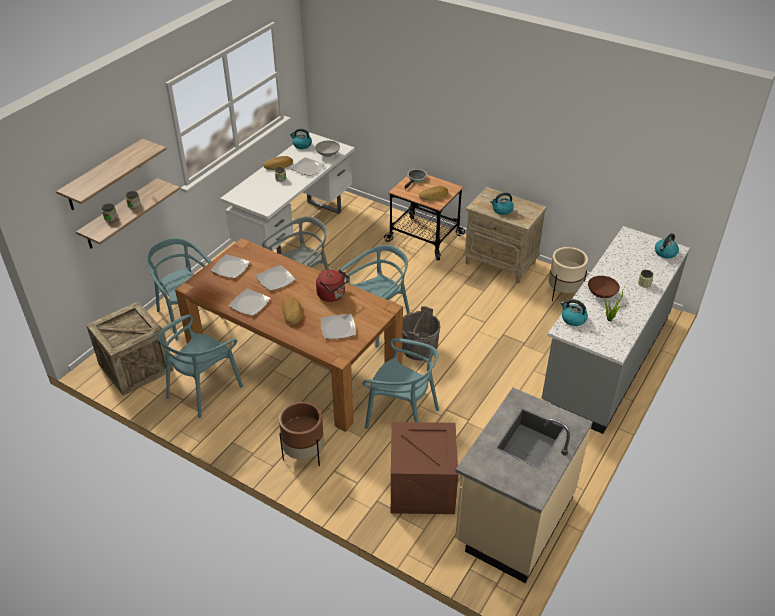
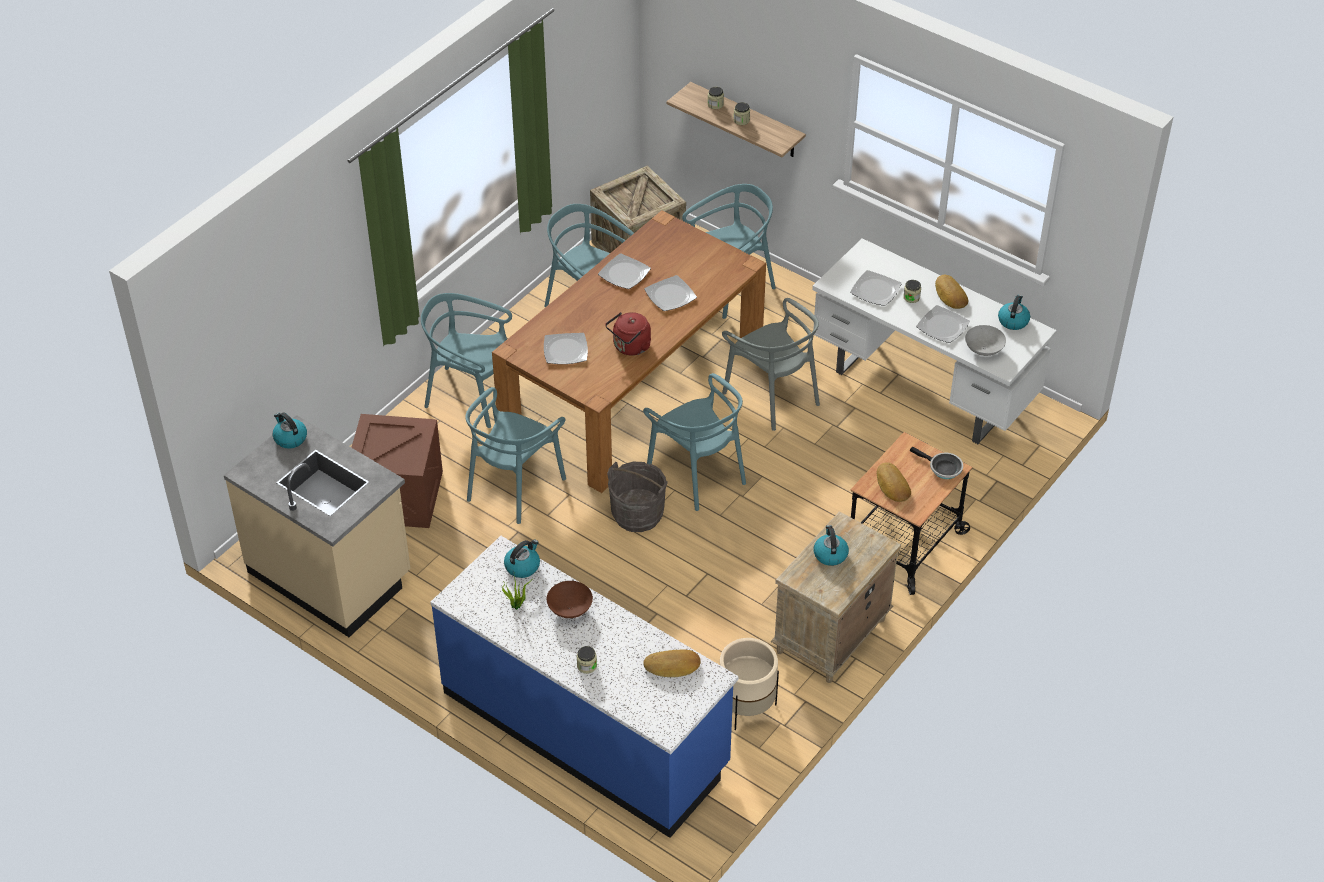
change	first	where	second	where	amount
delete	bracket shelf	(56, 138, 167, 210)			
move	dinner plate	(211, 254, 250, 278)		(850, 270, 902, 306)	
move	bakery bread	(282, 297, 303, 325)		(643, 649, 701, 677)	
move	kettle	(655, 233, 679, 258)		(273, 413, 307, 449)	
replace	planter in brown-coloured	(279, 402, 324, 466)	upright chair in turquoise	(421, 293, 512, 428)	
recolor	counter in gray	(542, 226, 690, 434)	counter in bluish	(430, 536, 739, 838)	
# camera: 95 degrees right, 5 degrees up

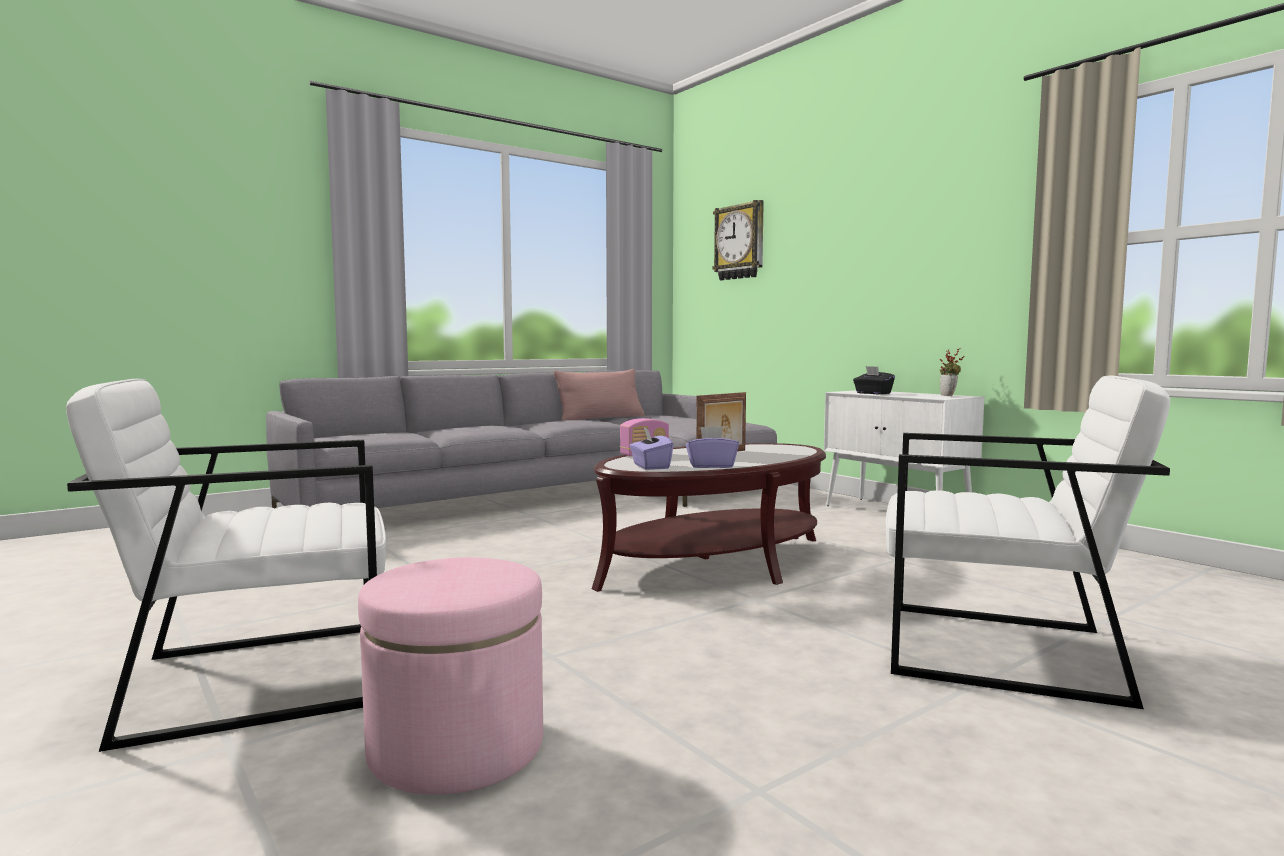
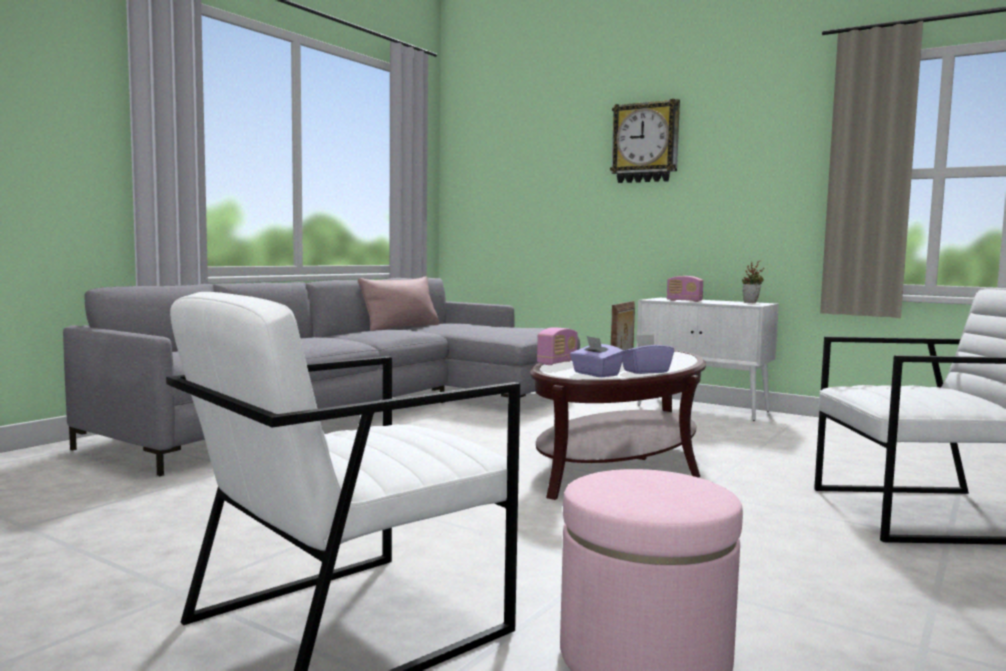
change	first	where	second	where	amount
move	hanging clock	(712, 200, 764, 280)		(610, 99, 680, 183)	
replace	tissue box in blackish	(853, 366, 895, 394)	radio	(667, 276, 703, 302)	
# camera: 20 degrees left, 0 degrees up

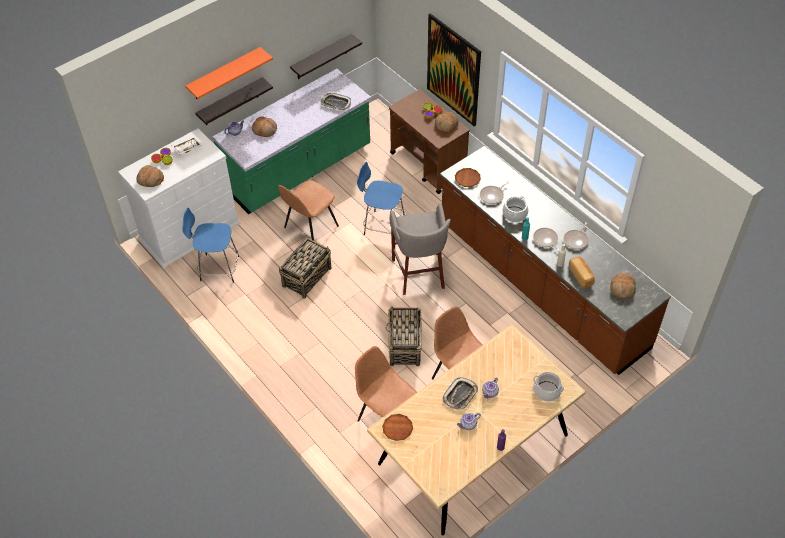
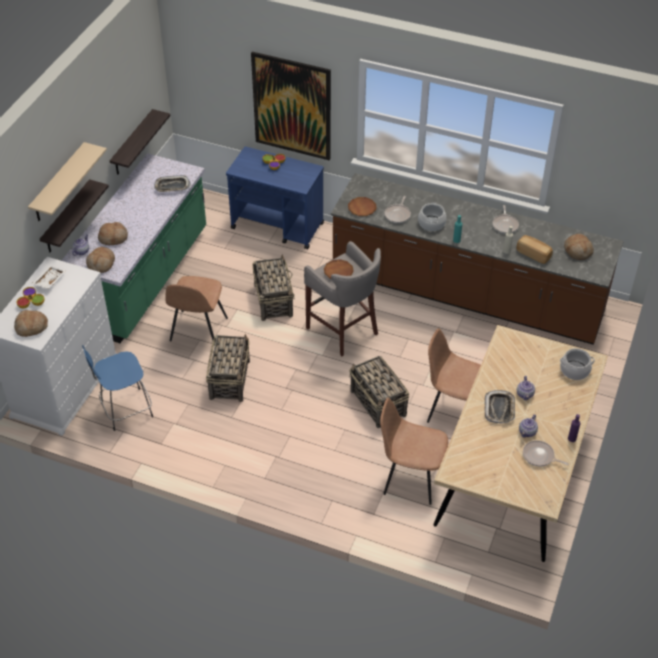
change	first	where	second	where	amount
move	dinner plate in brown-coloured	(382, 414, 413, 441)		(324, 259, 354, 279)	
move	bakery bread	(435, 112, 459, 133)		(86, 247, 115, 273)	
move	skillet	(533, 228, 559, 251)		(523, 440, 569, 466)	
replace	stool in bluish	(357, 162, 406, 235)	storage basket	(252, 255, 295, 321)	
recolor	bracket shelf in orangey	(185, 47, 273, 99)	bracket shelf in beige	(28, 142, 107, 221)	
recolor	trolley in brown-coloured	(389, 89, 470, 194)	trolley in bluish	(226, 147, 324, 249)	
# camera: 30 degrees left, 5 degrees down

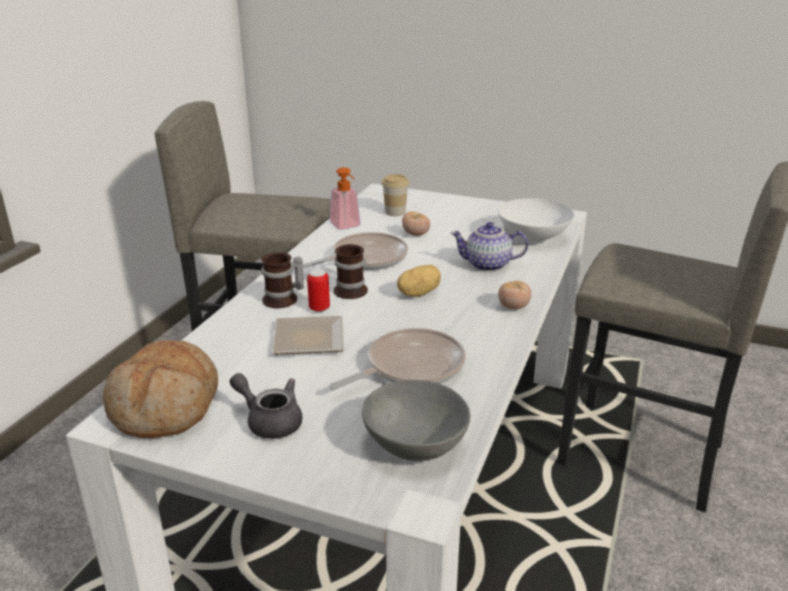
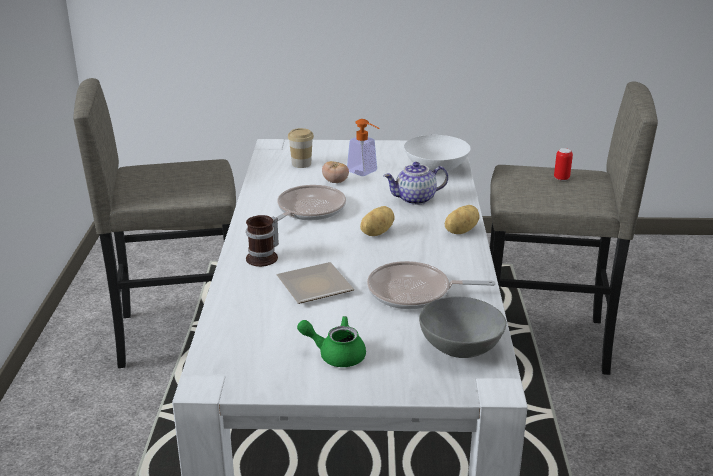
change	first	where	second	where	amount
delete	bakery bread	(103, 340, 218, 438)			
delete	mug	(334, 244, 368, 299)			
move	can	(307, 269, 330, 312)		(554, 148, 573, 181)	
move	liquid soap bottle	(330, 167, 361, 230)		(347, 119, 380, 176)	
replace	fresh tomato	(498, 281, 532, 310)	whole potato	(445, 205, 480, 234)	
recolor	teapot in gray	(230, 373, 302, 439)	teapot in green	(297, 316, 366, 367)	
rotate	skillet	(329, 328, 466, 390)		(367, 261, 496, 310)	120 degrees counterclockwise
# camera: 20 degrees left, 0 degrees up

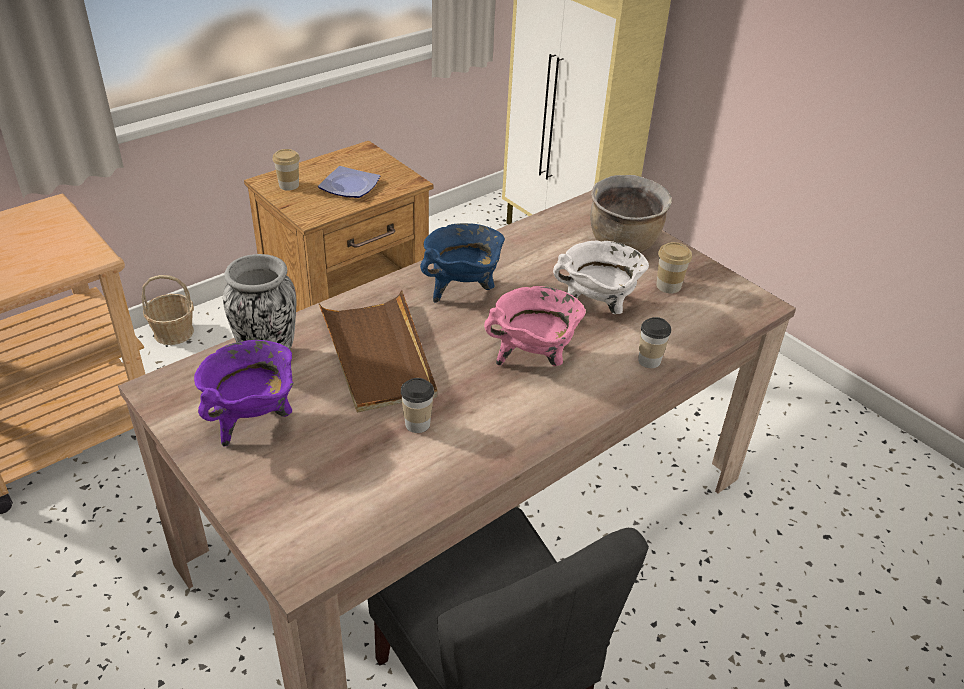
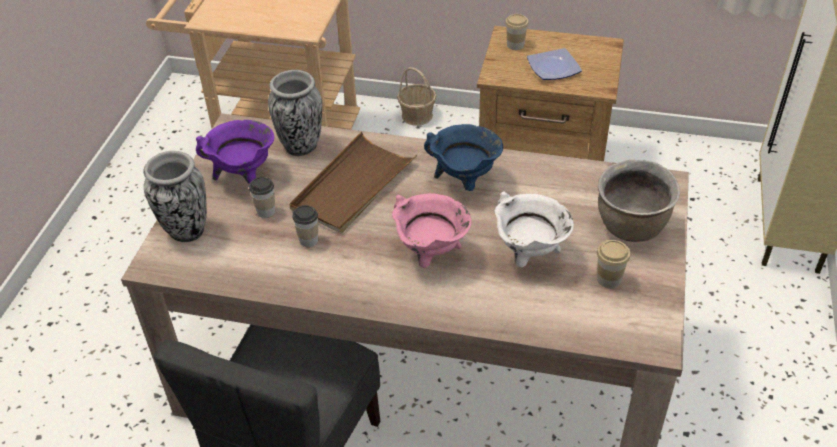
change	first	where	second	where	amount
insert			decorative vase	(143, 151, 207, 242)	
move	cup	(638, 317, 671, 368)		(249, 177, 275, 218)	
# camera: 55 degrees right, 5 degrees up

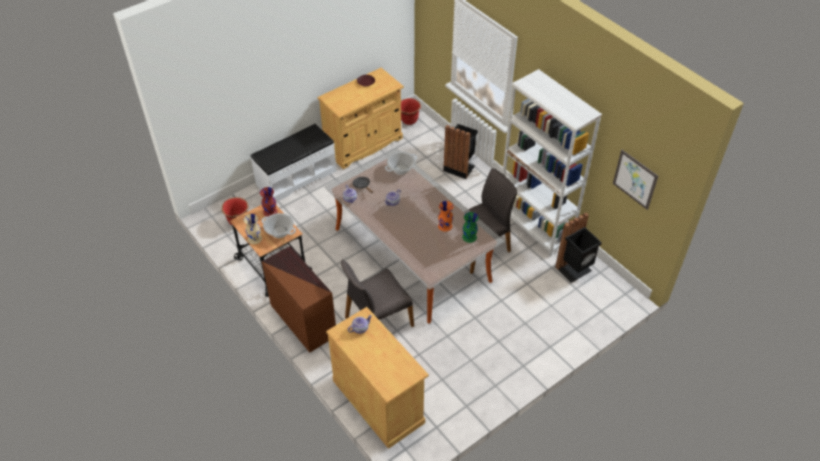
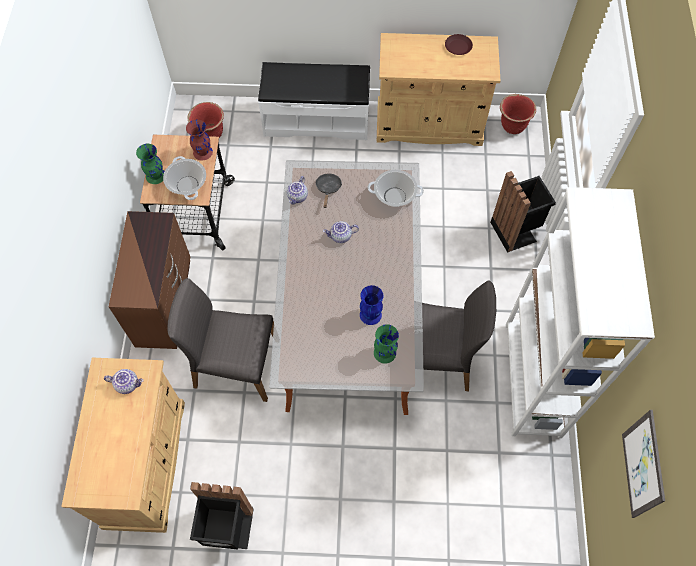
change	first	where	second	where	amount
move	waste bin in blackish	(555, 213, 602, 283)		(190, 482, 254, 550)	
recolor	decorative vase in beige	(243, 214, 262, 244)	decorative vase in green	(136, 144, 165, 184)	
recolor	decorative vase in orangey	(438, 201, 453, 232)	decorative vase in bluish	(360, 285, 383, 325)	
# camera: 40 degrees right, 15 degrees up

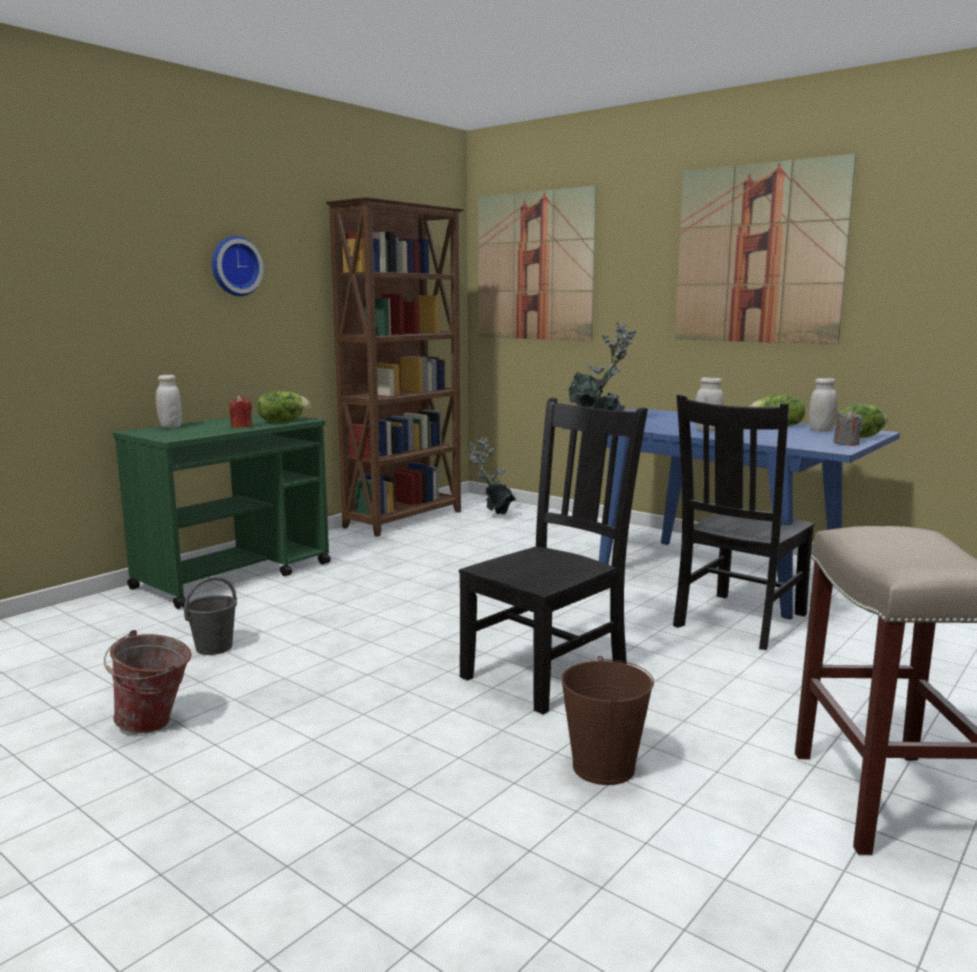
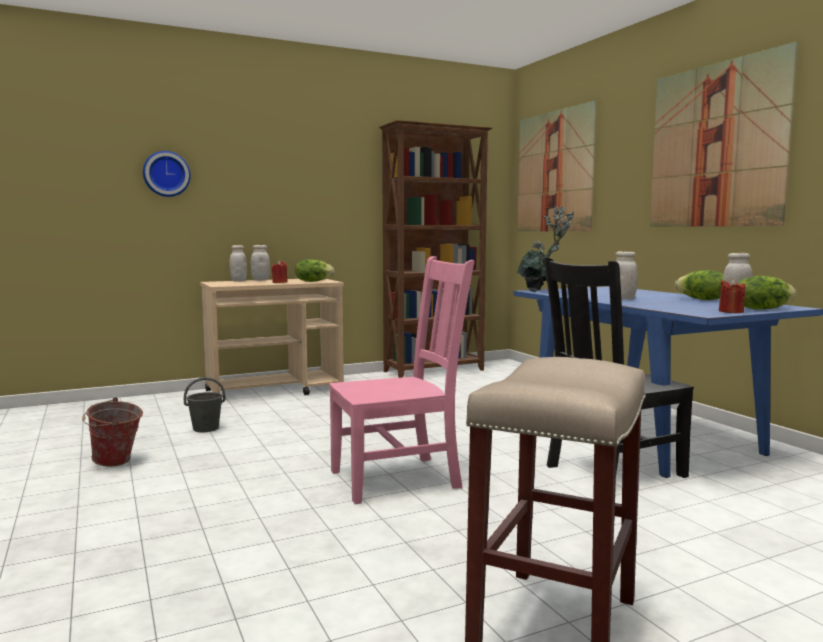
change	first	where	second	where	amount
delete	houseplant	(468, 437, 516, 515)			
delete	water bucket in brown-coloured	(561, 656, 654, 785)			
insert			jar in white-coloured	(251, 245, 270, 281)	
move	hanging clock	(212, 236, 264, 296)		(143, 151, 191, 197)	
recolor	trolley in green	(113, 414, 331, 609)	trolley in beige	(200, 279, 344, 404)	
recolor	upright chair in blackish	(459, 398, 648, 715)	upright chair in pink	(329, 256, 475, 504)	
recolor	wax light in gray	(833, 410, 863, 446)	wax light in red-coloured	(719, 278, 745, 313)	
# camera: 25 degrees right, 5 degrees down

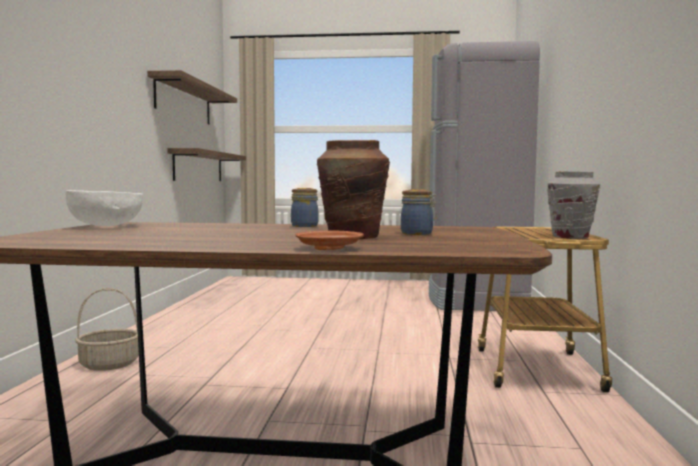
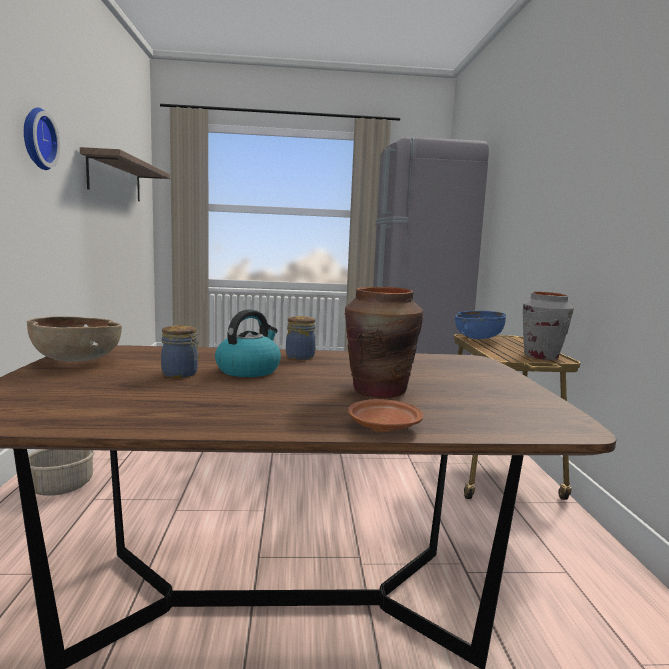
change	first	where	second	where	amount
delete	bracket shelf	(167, 148, 246, 181)			
insert			hanging clock	(24, 107, 60, 170)	
insert			kettle	(215, 309, 281, 377)	
insert			bowl in bluish	(455, 311, 506, 339)	
move	jar	(401, 189, 436, 235)		(161, 325, 199, 378)	
recolor	bowl in white-coloured	(65, 190, 143, 226)	bowl in brown-coloured	(27, 316, 122, 362)	
# camera: 10 degrees left, 5 degrees up

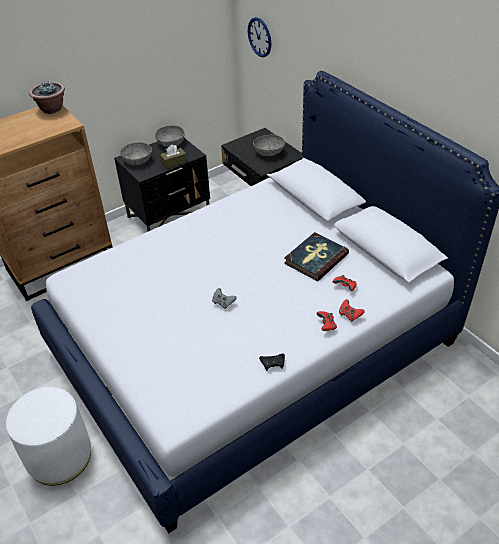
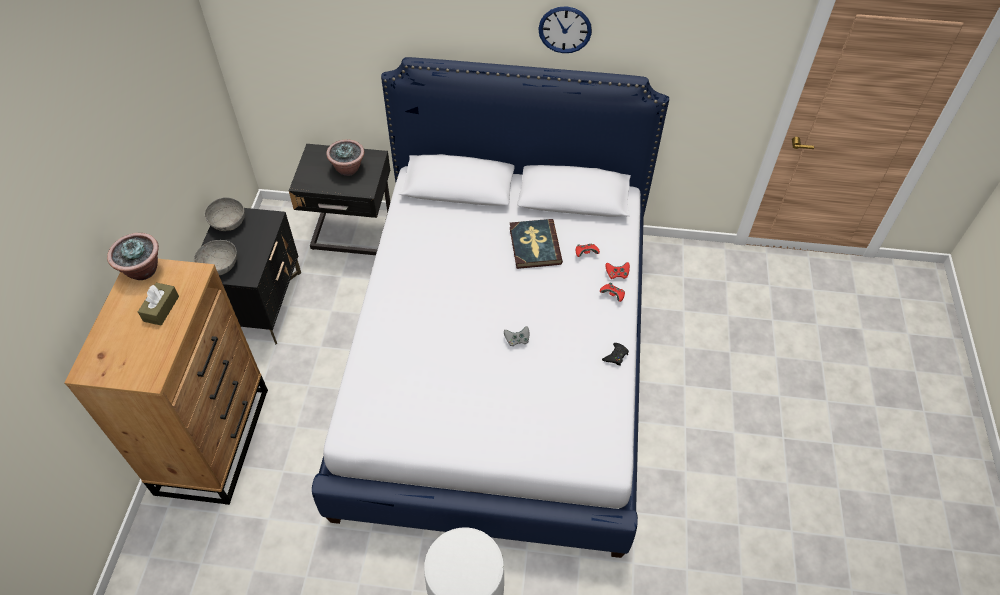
change	first	where	second	where	amount
move	tissue box in brown-coloured	(160, 145, 187, 168)		(138, 283, 179, 325)	
move	hanging clock	(248, 17, 271, 57)		(538, 6, 592, 53)	
replace	bowl in gray	(253, 135, 285, 156)	houseplant	(326, 139, 364, 176)	
# camera: 50 degrees left, 10 degrees up

